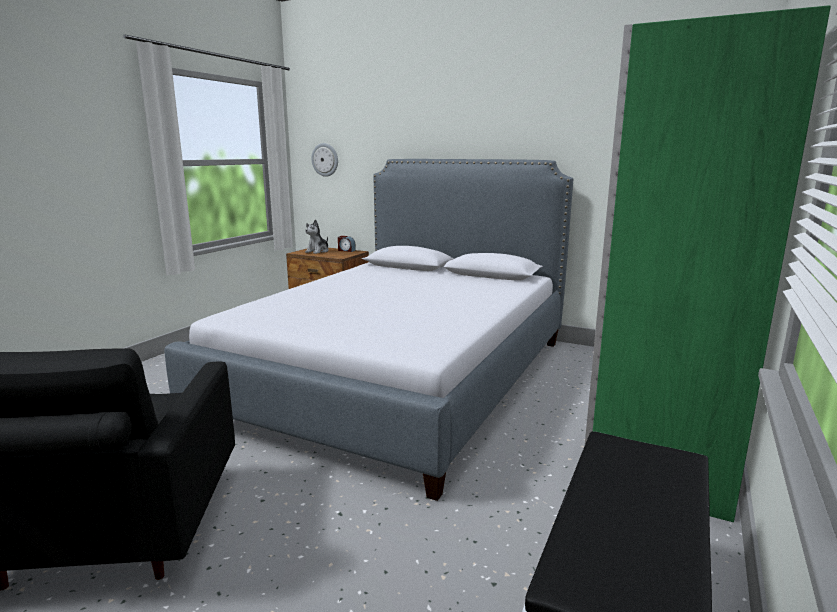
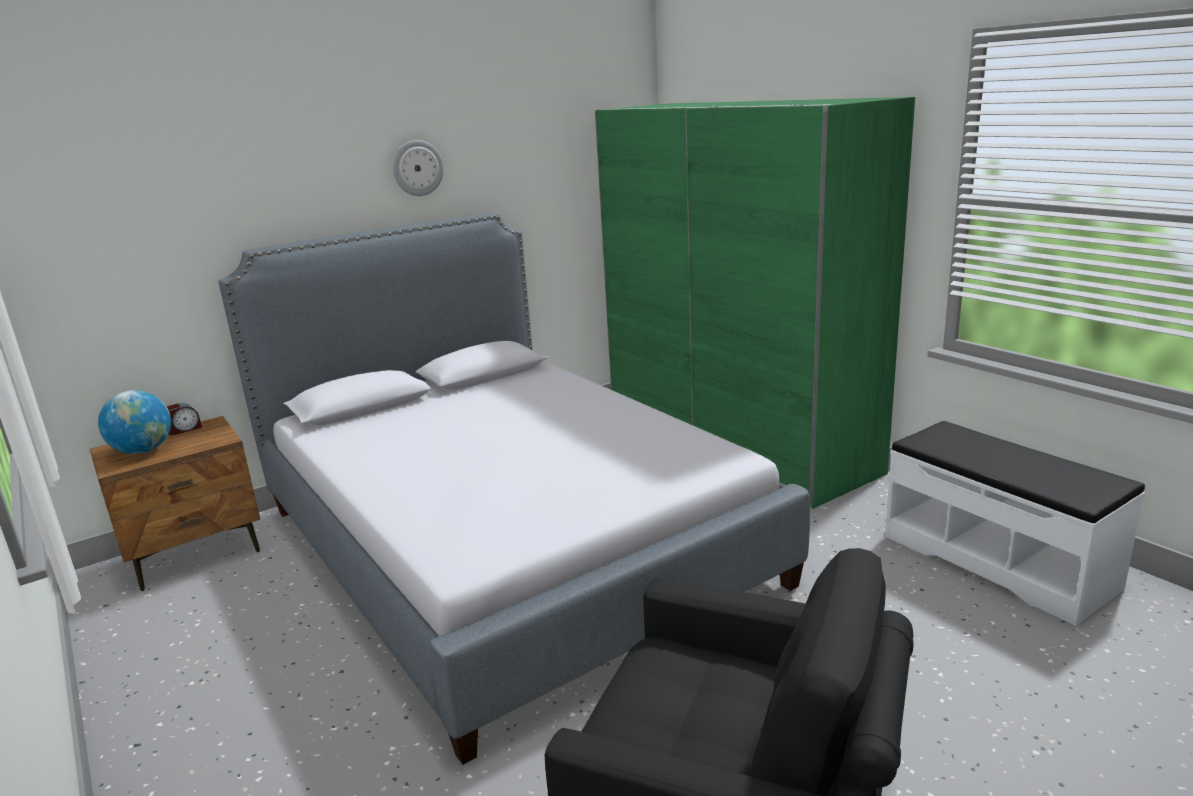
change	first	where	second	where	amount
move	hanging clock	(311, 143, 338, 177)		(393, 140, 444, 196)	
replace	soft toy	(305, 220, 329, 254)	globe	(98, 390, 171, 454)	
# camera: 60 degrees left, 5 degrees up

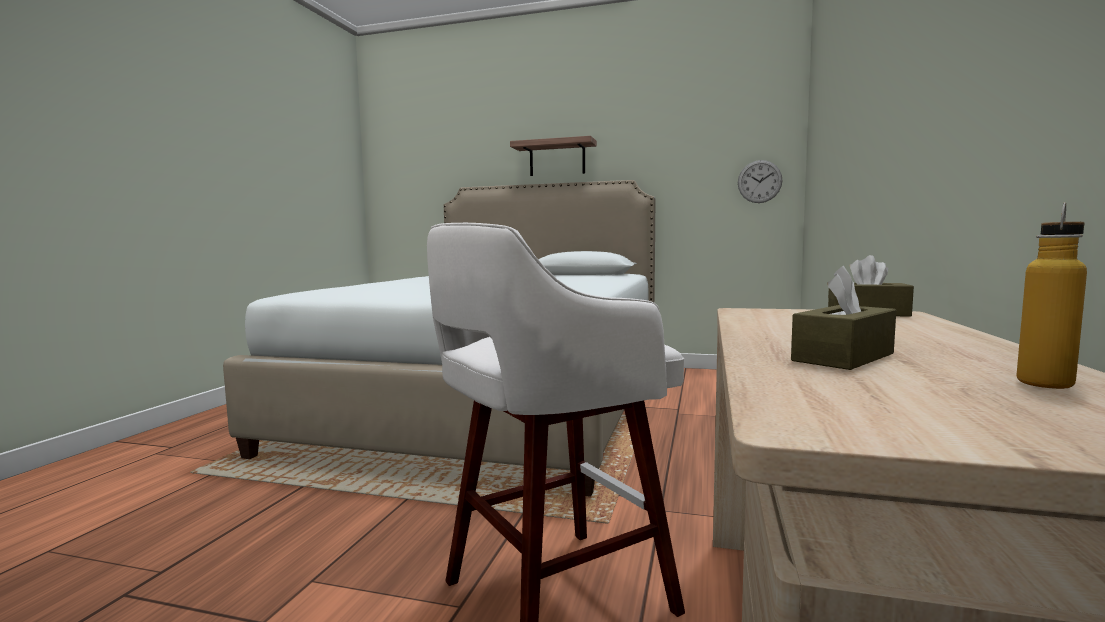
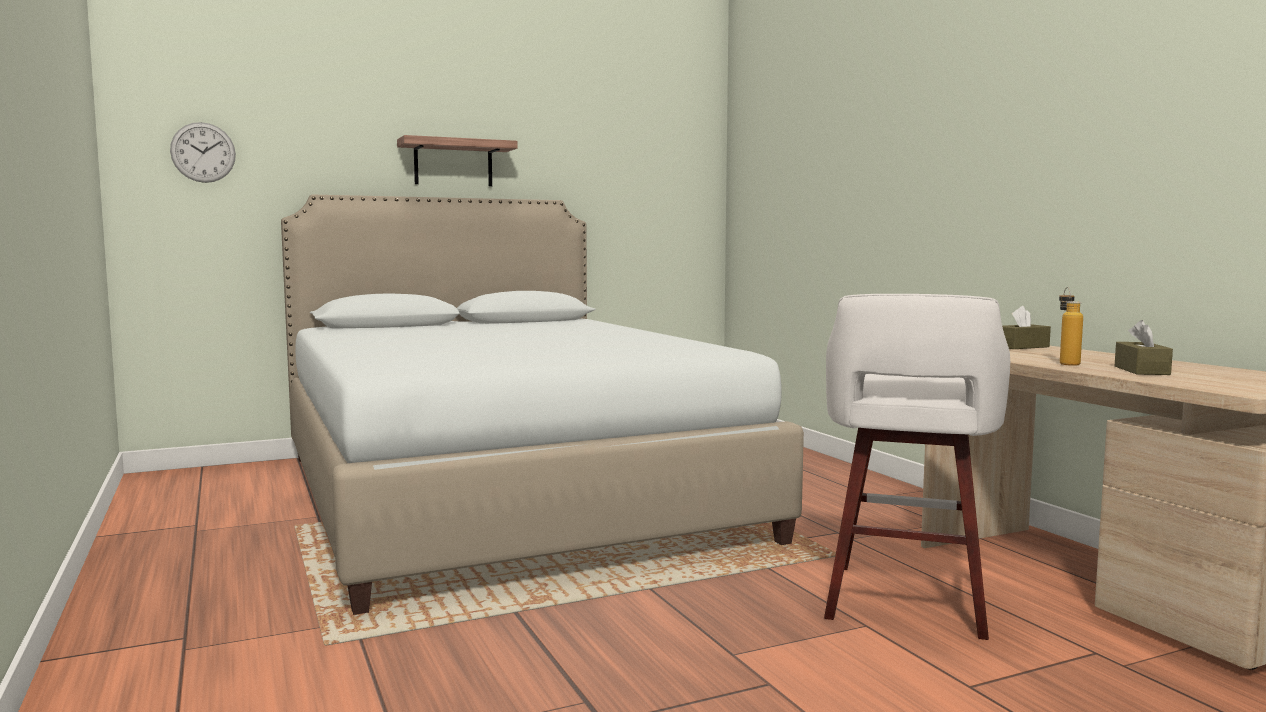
change	first	where	second	where	amount
move	hanging clock	(738, 160, 782, 203)		(170, 122, 236, 183)	
move	drink bottle	(1017, 202, 1087, 389)		(1059, 287, 1083, 366)	
# camera: 40 degrees left, 0 degrees up

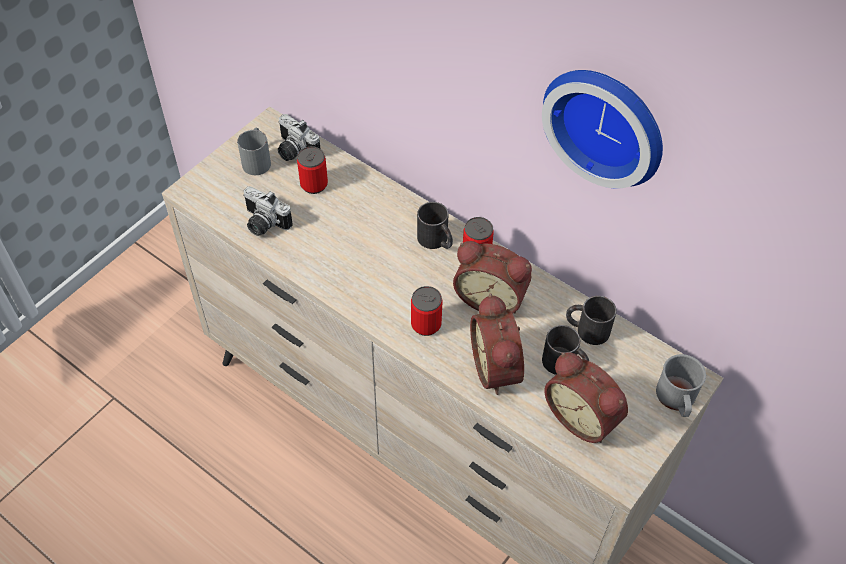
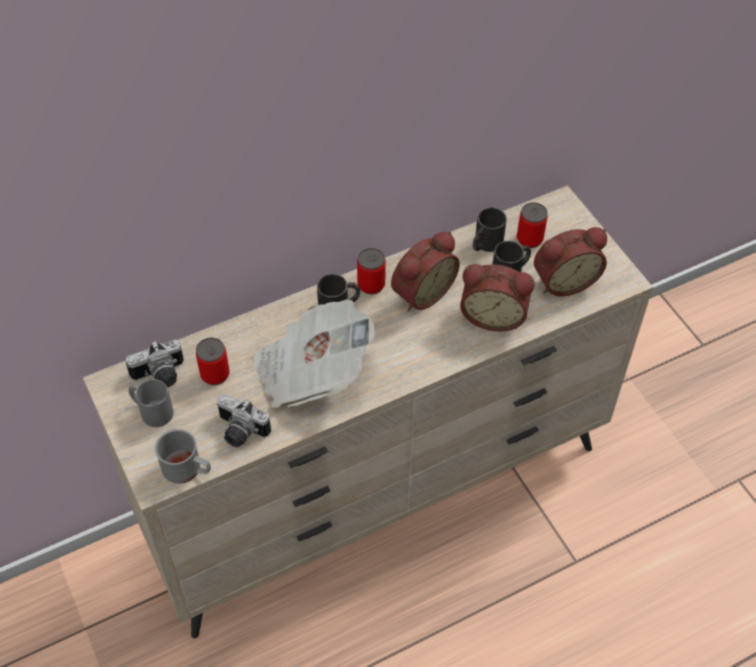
change	first	where	second	where	amount
delete	hanging clock	(542, 70, 663, 189)			
insert			daily paper	(252, 299, 375, 408)	
move	can	(411, 286, 443, 336)		(517, 202, 548, 248)	
move	mug in gray	(656, 354, 706, 417)		(155, 429, 211, 484)	
rotate	still camera	(243, 186, 293, 236)		(216, 394, 271, 447)	60 degrees clockwise
# camera: 65 degrees left, 0 degrees up

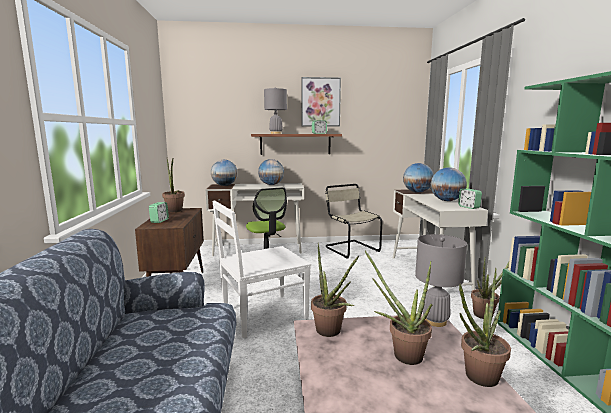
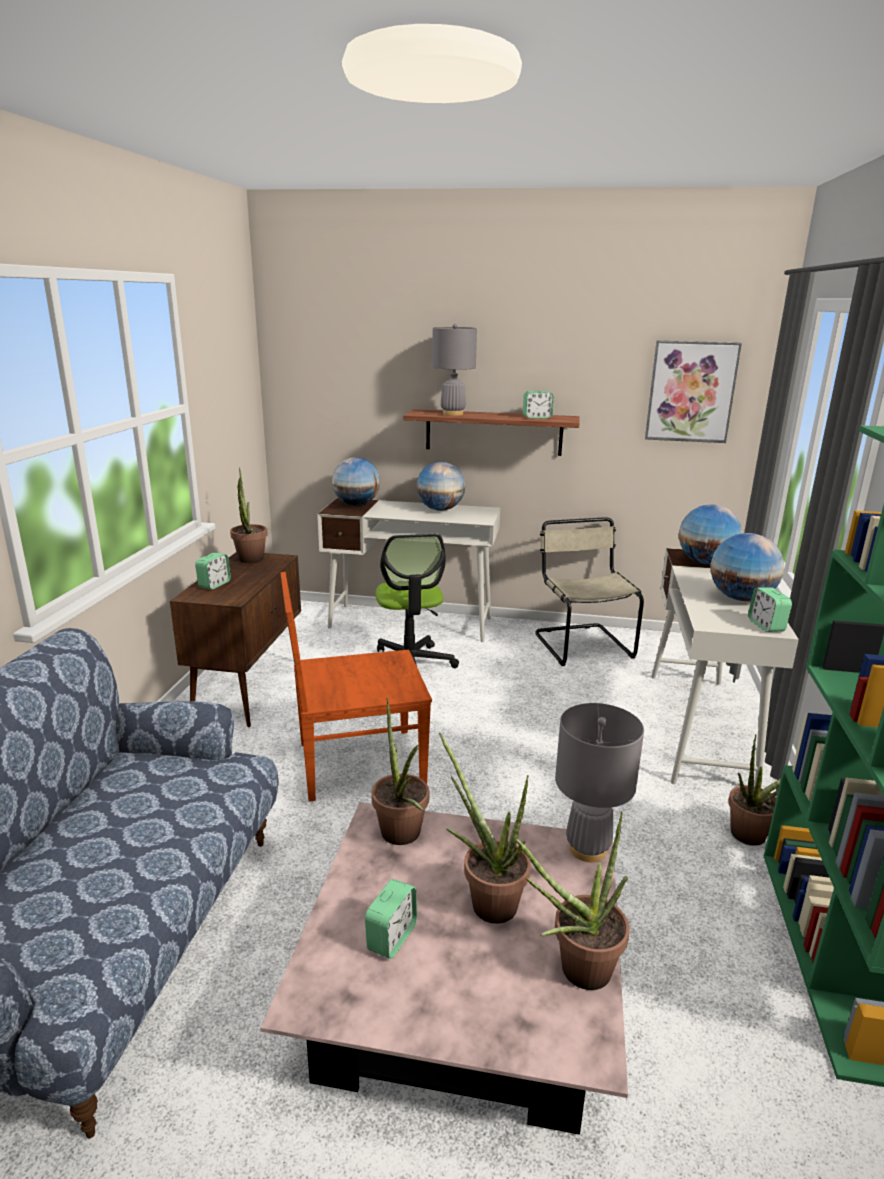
change	first	where	second	where	amount
insert			bedside clock	(365, 879, 417, 959)	
move	wall art	(301, 77, 341, 127)		(645, 341, 742, 443)	
recolor	upright chair in white-coloured	(212, 201, 311, 338)	upright chair in brown-coloured	(281, 572, 432, 802)	
# camera: 15 degrees right, 10 degrees up

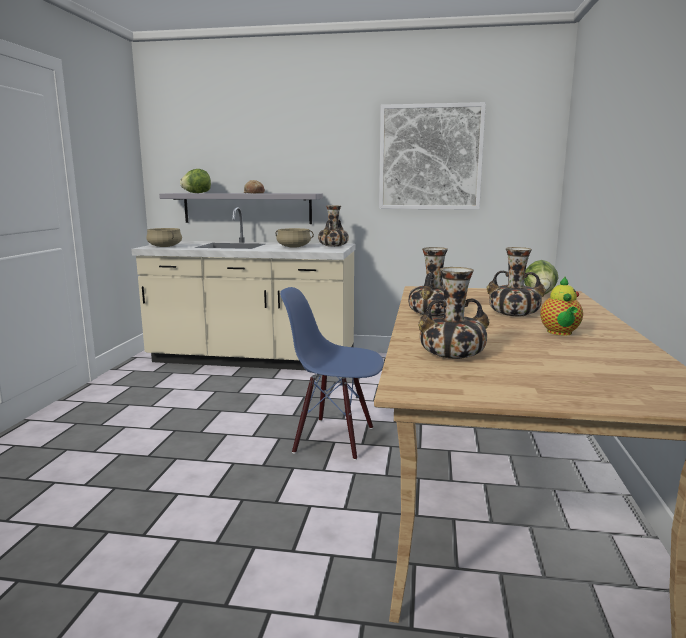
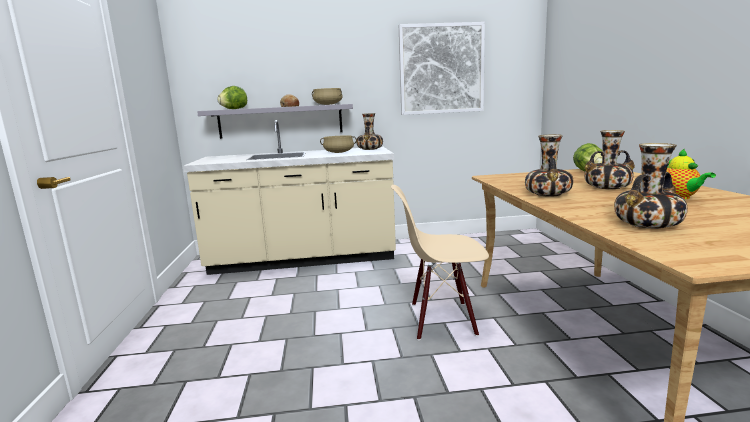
change	first	where	second	where	amount
move	stockpot in beige	(146, 228, 182, 247)		(312, 88, 343, 105)	
recolor	upright chair in bluish	(280, 287, 384, 460)	upright chair in beige	(391, 185, 489, 340)	
# camera: 15 degrees left, 0 degrees up

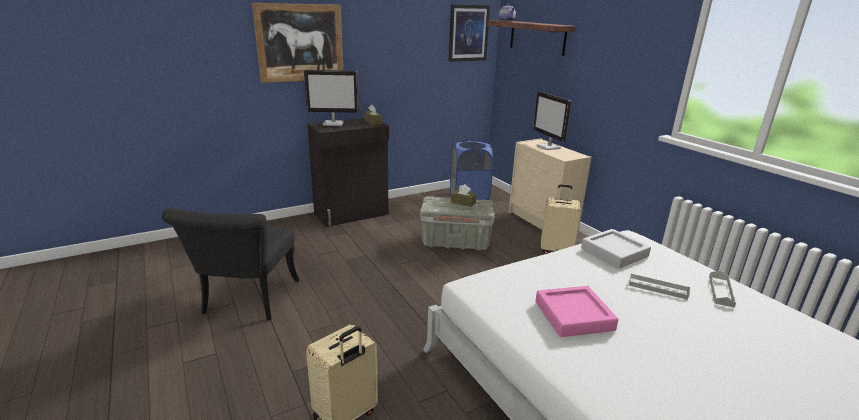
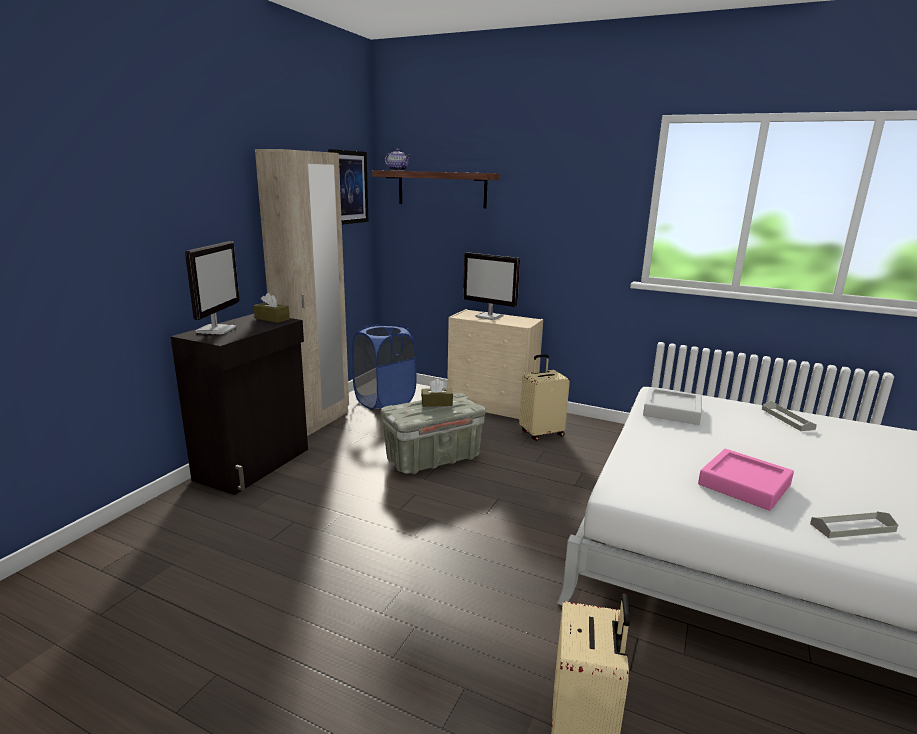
change	first	where	second	where	amount
delete	upright chair in blackish	(161, 208, 300, 320)			
delete	wall art	(252, 3, 343, 83)			
insert			clothes cupboard in beige	(255, 149, 349, 436)	
move	tray in gray	(629, 273, 690, 300)		(810, 511, 898, 538)	
rotate	computer screen	(304, 70, 359, 126)		(185, 241, 240, 334)	45 degrees counterclockwise
# camera: 35 degrees left, 5 degrees down

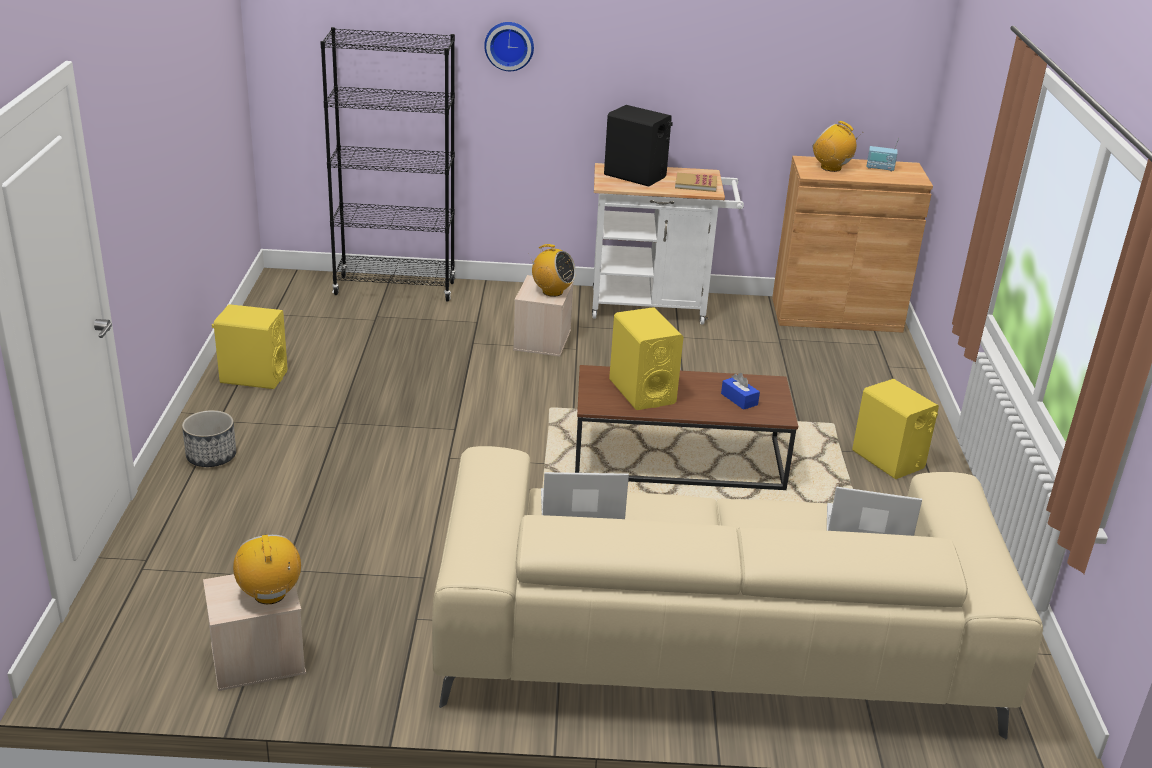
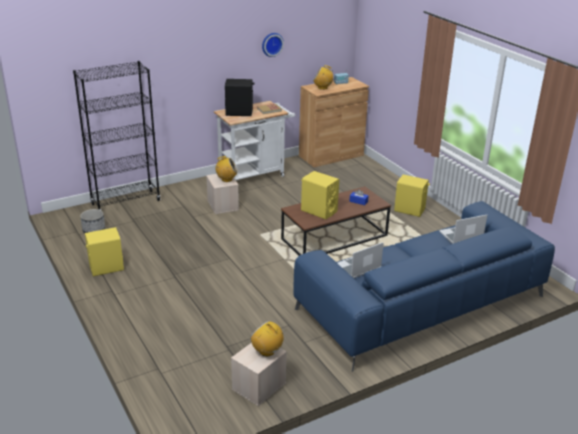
change	first	where	second	where	amount
move	planter	(182, 410, 236, 467)		(80, 209, 105, 233)	
move	hanging clock	(484, 22, 534, 71)		(262, 33, 284, 57)	
recolor	couch in beige	(432, 446, 1043, 739)	couch in bluish	(294, 201, 555, 372)	
# camera: 30 degrees left, 0 degrees up

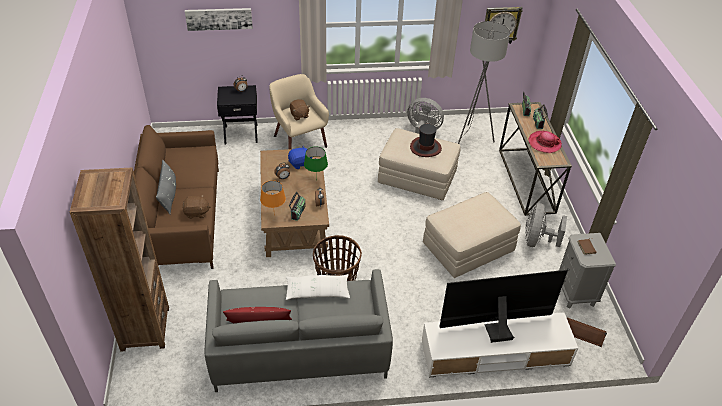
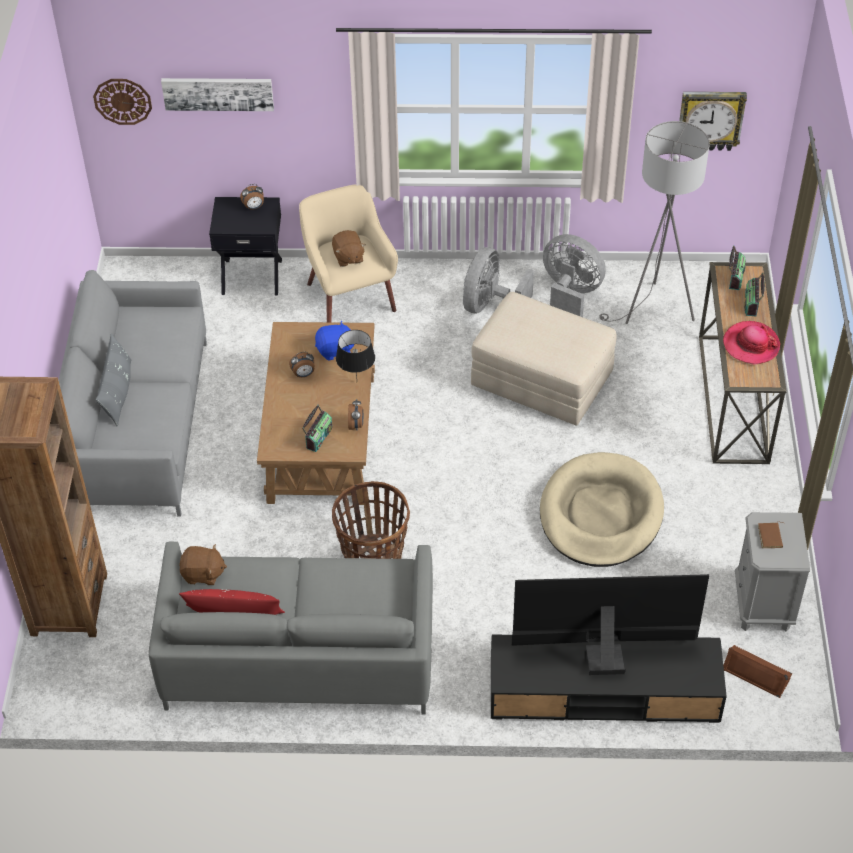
change	first	where	second	where	amount
delete	table lamp in orangey	(260, 180, 286, 208)			
delete	throw pillow in white-coloured	(286, 275, 350, 300)			
delete	clothing hat	(410, 124, 442, 157)			
insert			hanging clock	(93, 79, 152, 125)	
move	soft toy in brown-coloured	(182, 195, 211, 219)		(179, 544, 227, 585)	
move	cooling fan in gray	(525, 203, 567, 247)		(463, 247, 534, 314)	
replace	footrest in beige	(423, 192, 521, 278)	dog cushion in beige	(540, 452, 664, 567)	
recolor	couch in brown-coloured	(134, 125, 219, 269)	couch in gray	(58, 270, 207, 517)	
recolor	table lamp in green	(304, 146, 328, 172)	table lamp in blackish	(336, 330, 375, 378)	
recolor	media console in white-coloured	(422, 312, 578, 377)	media console in blackish	(491, 634, 727, 723)	
# camera: 10 degrees right, 5 degrees up

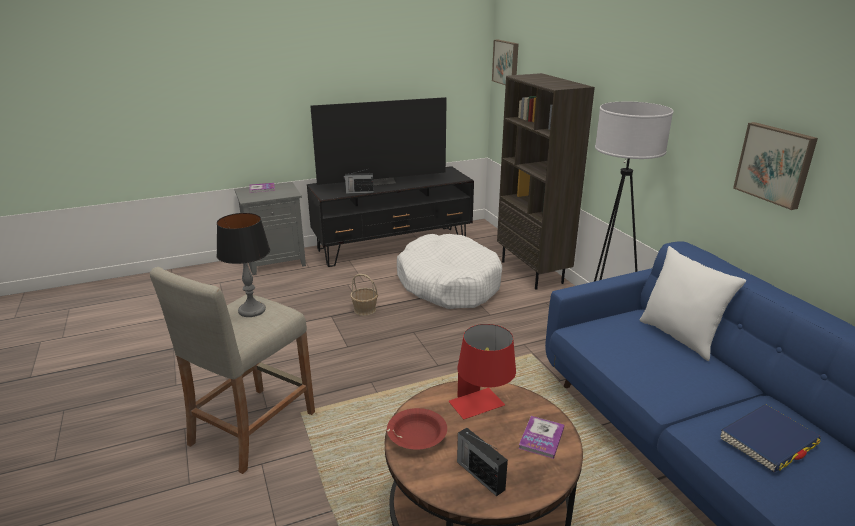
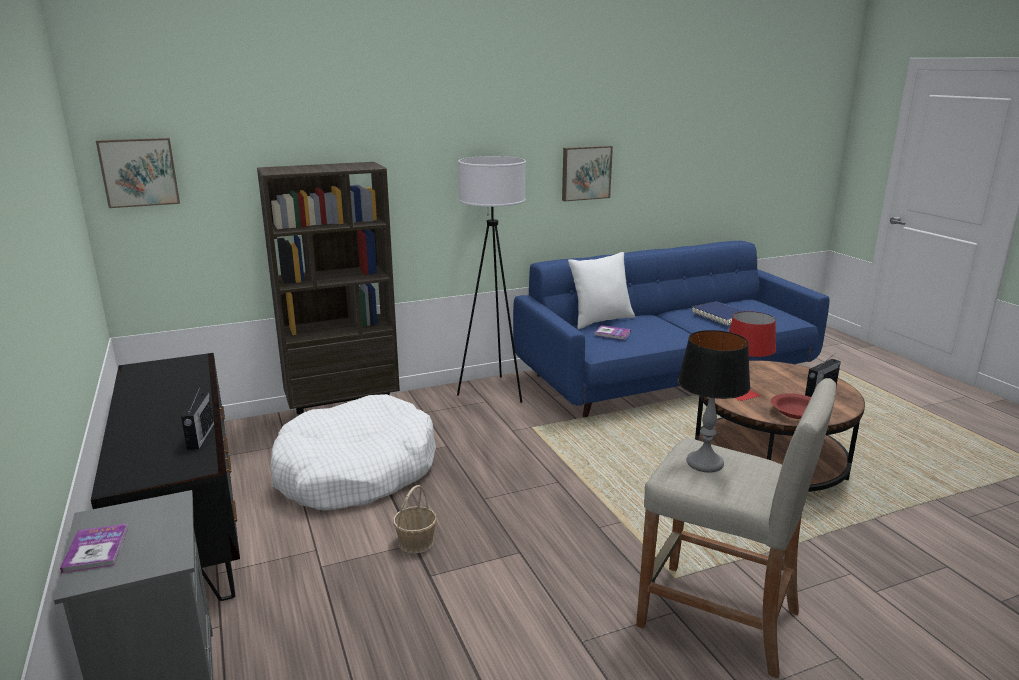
change	first	where	second	where	amount
delete	television	(310, 97, 447, 186)			
move	book	(519, 416, 564, 459)		(595, 325, 631, 340)	
# camera: 90 degrees left, 5 degrees down

